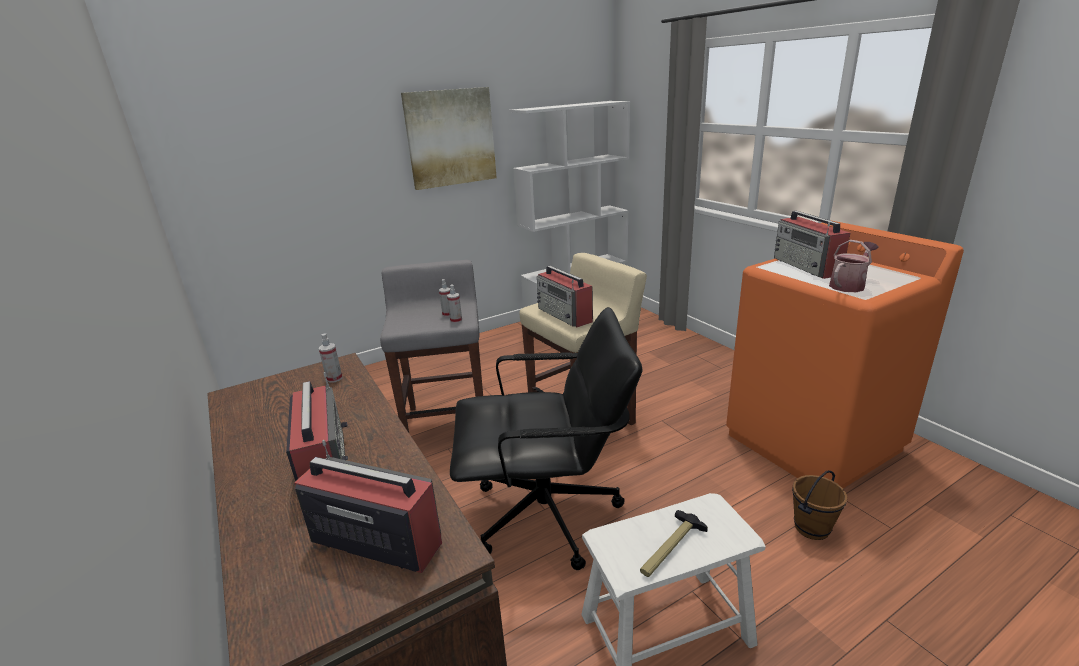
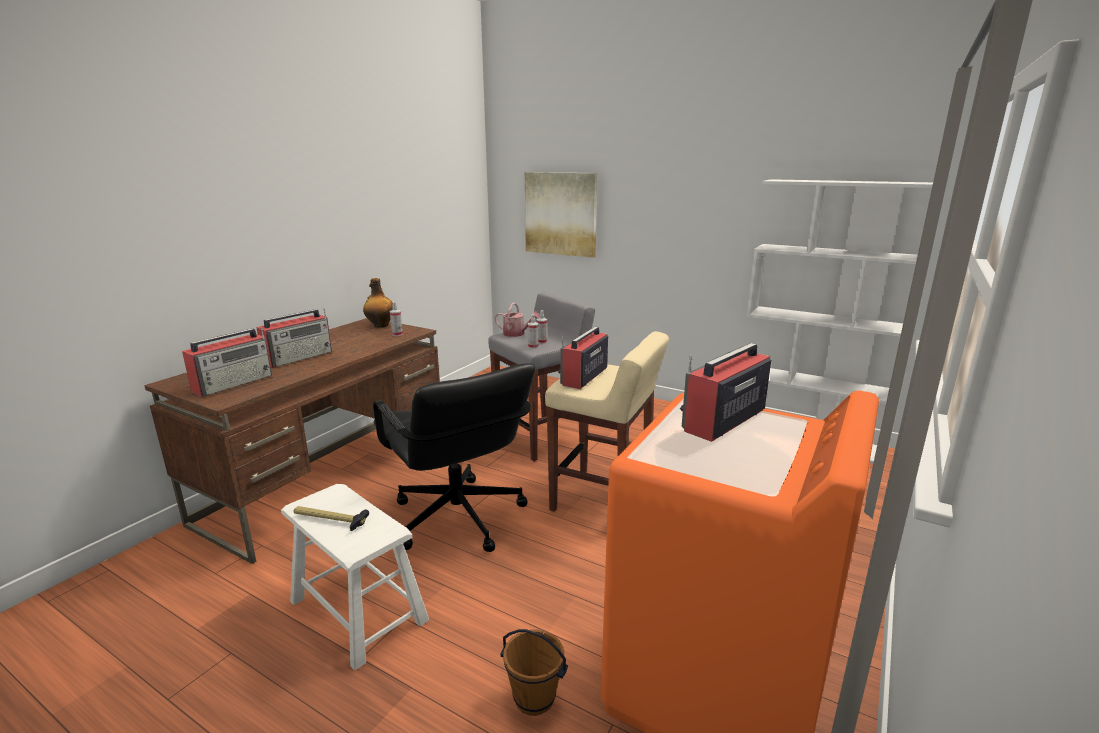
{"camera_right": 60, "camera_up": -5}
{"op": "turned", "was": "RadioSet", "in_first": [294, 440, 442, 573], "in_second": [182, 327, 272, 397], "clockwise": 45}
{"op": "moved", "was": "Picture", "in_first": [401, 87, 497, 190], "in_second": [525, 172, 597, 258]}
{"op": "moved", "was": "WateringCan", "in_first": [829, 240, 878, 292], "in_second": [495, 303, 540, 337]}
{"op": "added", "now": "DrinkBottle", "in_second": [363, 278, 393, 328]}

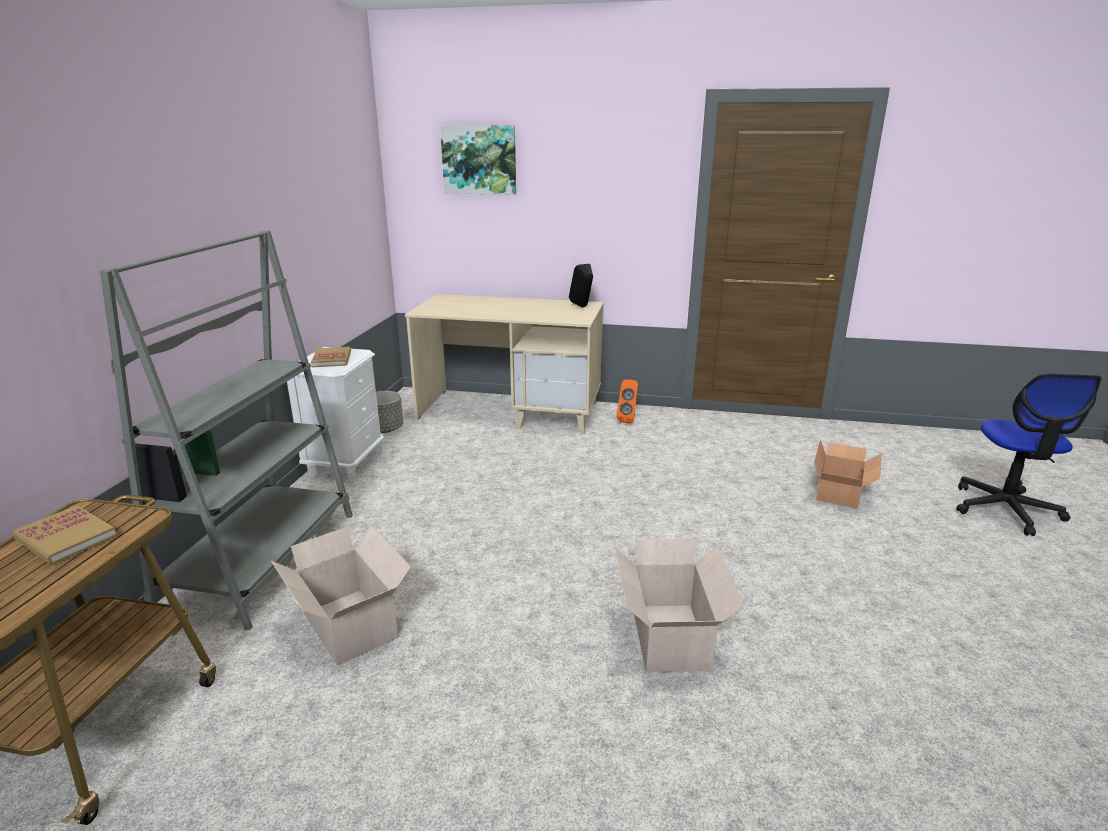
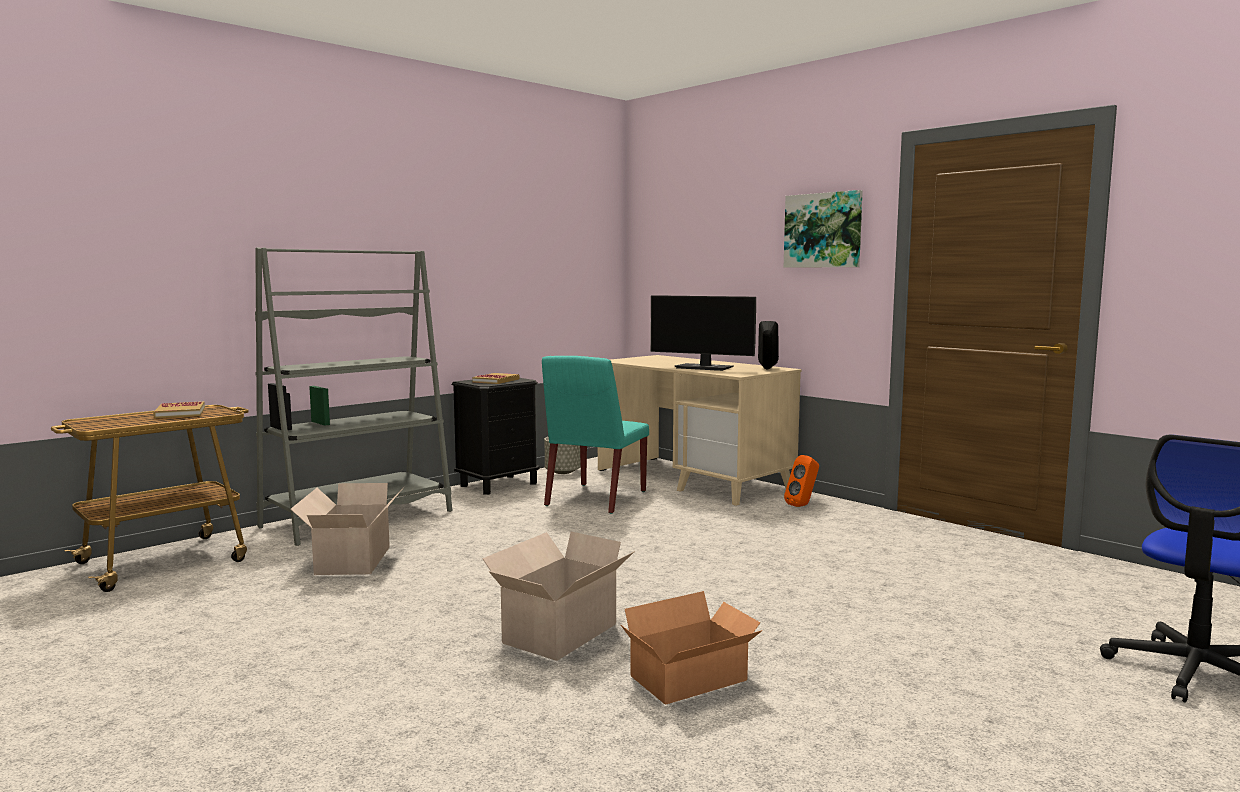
{"camera_right": 35, "camera_up": -15}
{"op": "recoloured", "was": "WhiteBedsideTable", "now": "BlackishBedsideTable", "in_first": [287, 347, 384, 482], "in_second": [452, 378, 539, 495]}
{"op": "moved", "was": "Picture", "in_first": [440, 125, 516, 195], "in_second": [784, 190, 863, 268]}
{"op": "moved", "was": "CardboardBox", "in_first": [814, 439, 882, 509], "in_second": [621, 591, 763, 705]}
{"op": "added", "now": "TurquoisePlainChair", "in_second": [542, 356, 649, 514]}
{"op": "added", "now": "ComputerDisplay", "in_second": [650, 295, 756, 371]}

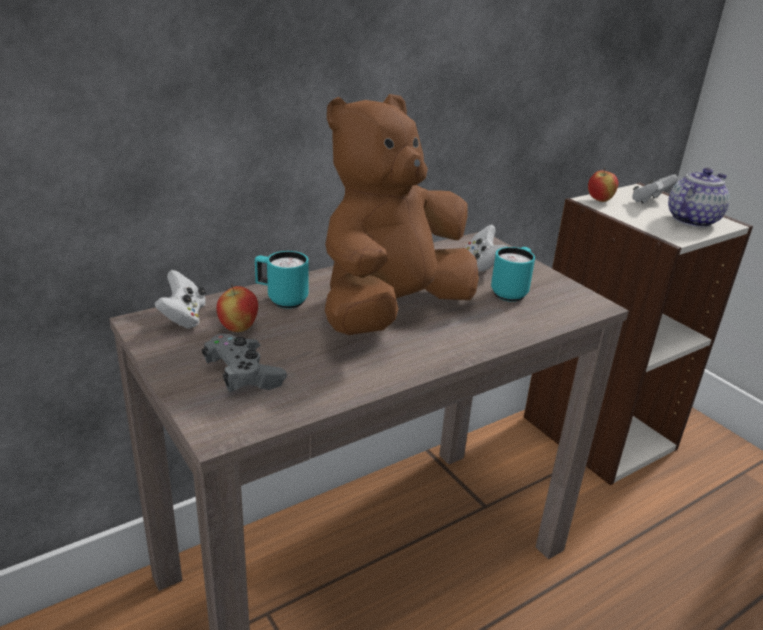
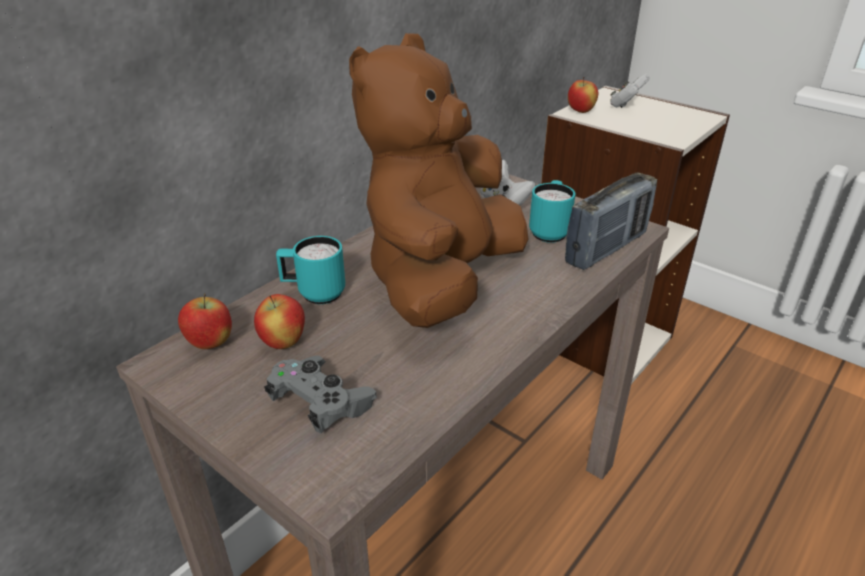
{"camera_right": -15, "camera_up": 5}
{"op": "replaced", "was": "WhiteGameController", "now": "AppleFruit", "in_first": [155, 270, 206, 328], "in_second": [178, 293, 232, 349]}
{"op": "removed", "was": "PotForTea", "in_first": [668, 168, 730, 228]}
{"op": "added", "now": "RadioSet", "in_second": [565, 173, 657, 270]}

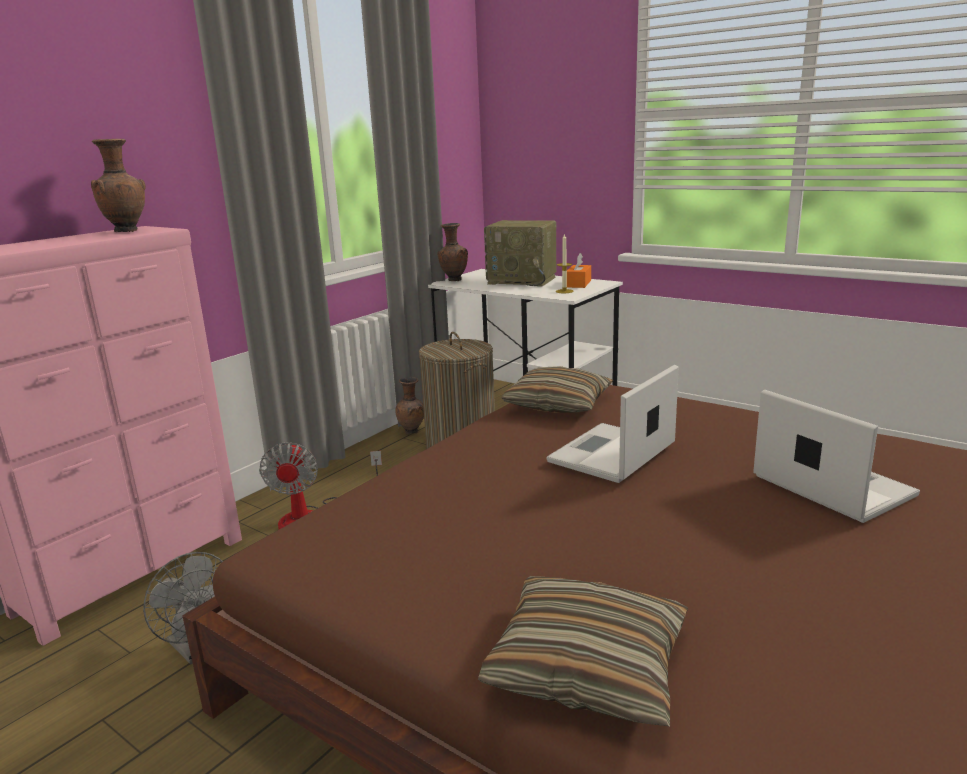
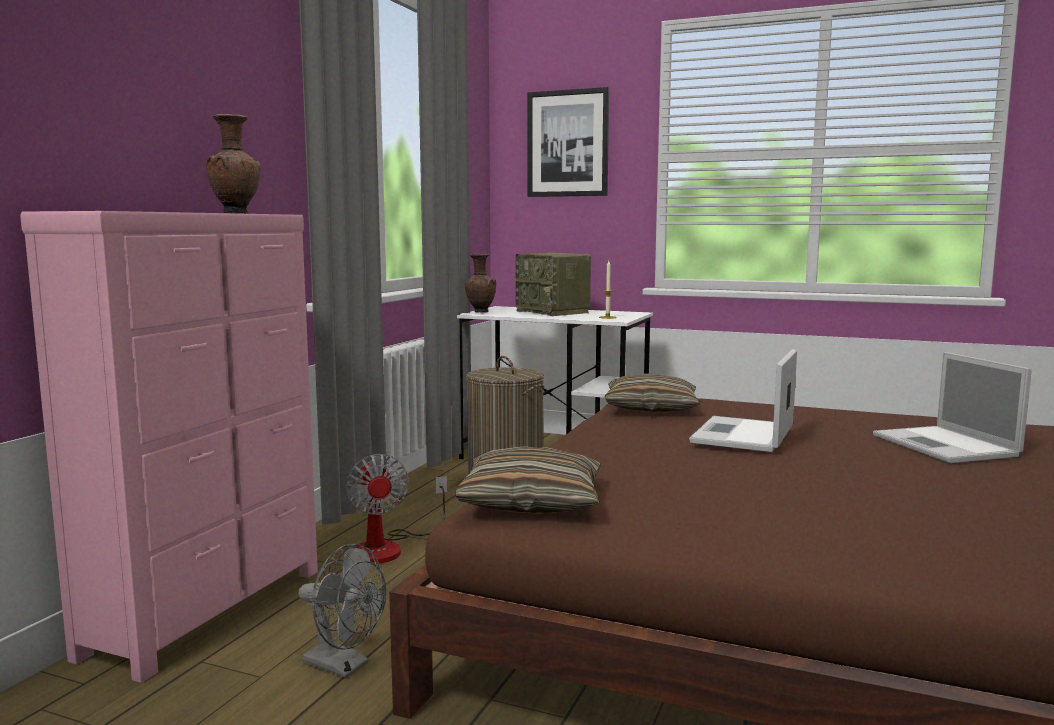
{"camera_right": -15, "camera_up": -10}
{"op": "removed", "was": "BrownDecorativeVase", "in_first": [395, 377, 424, 435]}
{"op": "moved", "was": "Cushion", "in_first": [478, 576, 688, 726], "in_second": [455, 446, 601, 514]}
{"op": "turned", "was": "RadioSet", "in_first": [484, 220, 556, 287], "in_second": [515, 253, 591, 316], "clockwise": 45}
{"op": "removed", "was": "OrangeyBoxOfTissues", "in_first": [567, 253, 591, 288]}
{"op": "turned", "was": "NotebookComputer", "in_first": [753, 390, 920, 523], "in_second": [873, 352, 1032, 463], "clockwise": -150}
{"op": "added", "now": "Picture", "in_second": [528, 87, 609, 197]}

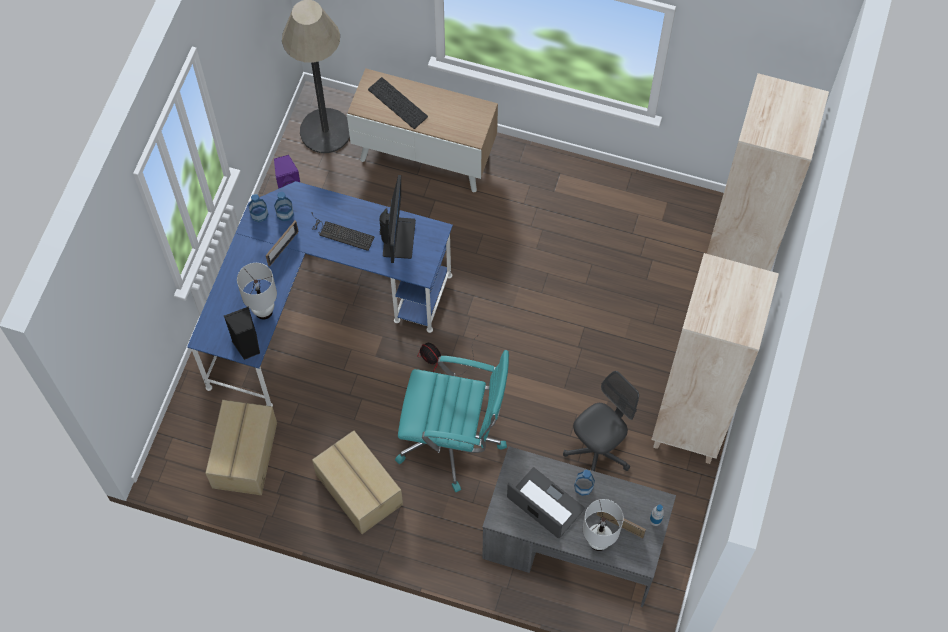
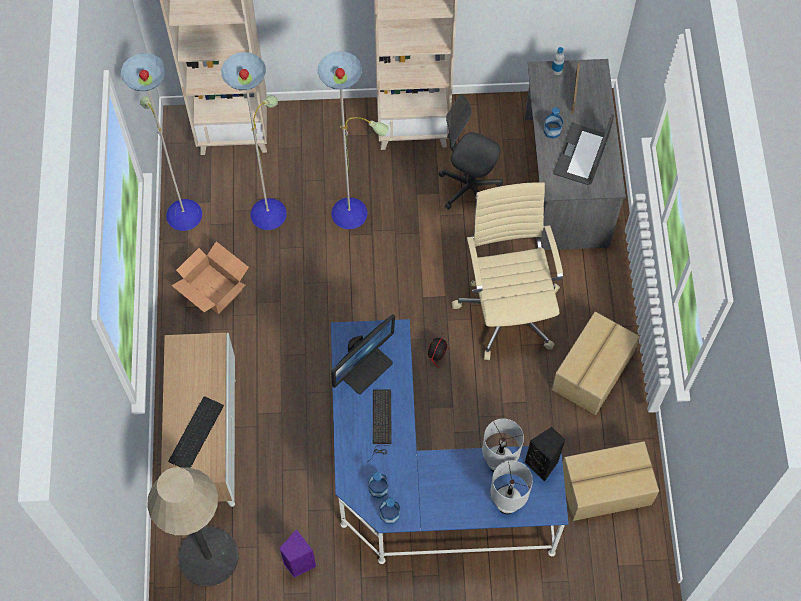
{"camera_right": -110, "camera_up": 0}
{"op": "removed", "was": "StandingFrame", "in_first": [266, 221, 299, 267]}
{"op": "turned", "was": "ComputerDisplay", "in_first": [379, 175, 416, 263], "in_second": [331, 314, 395, 394], "clockwise": 150}
{"op": "recoloured", "was": "TurquoiseComputerChair", "now": "BeigeColouredComputerChair", "in_first": [395, 350, 509, 492], "in_second": [452, 182, 563, 360]}
{"op": "moved", "was": "WhiteTableLamp", "in_first": [583, 499, 624, 551], "in_second": [490, 461, 533, 514]}
{"op": "added", "now": "StandingLamp", "in_second": [121, 51, 389, 231]}
{"op": "added", "now": "CardboardBox", "in_second": [171, 241, 249, 314]}

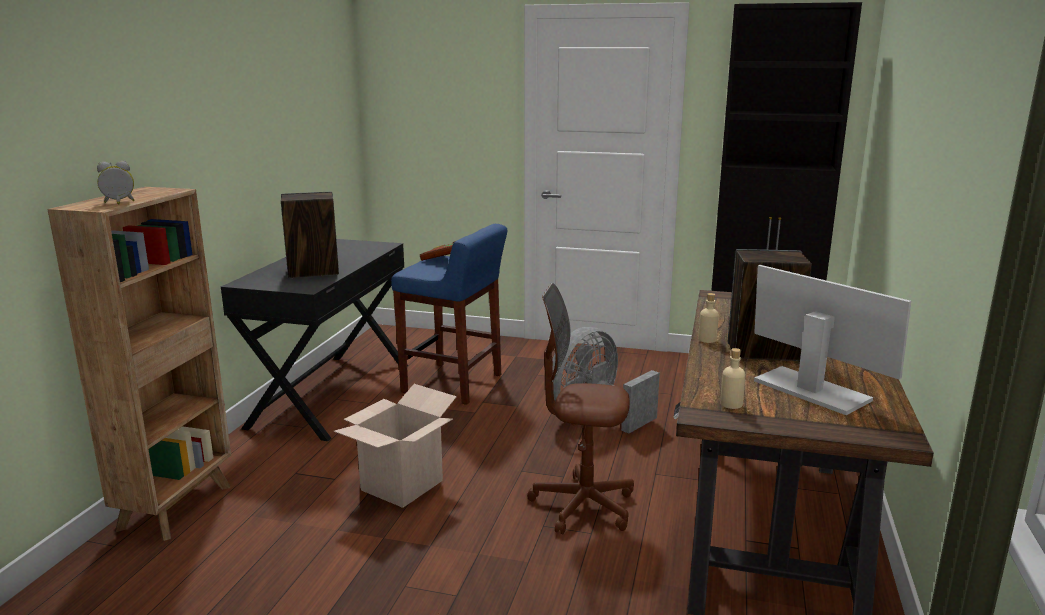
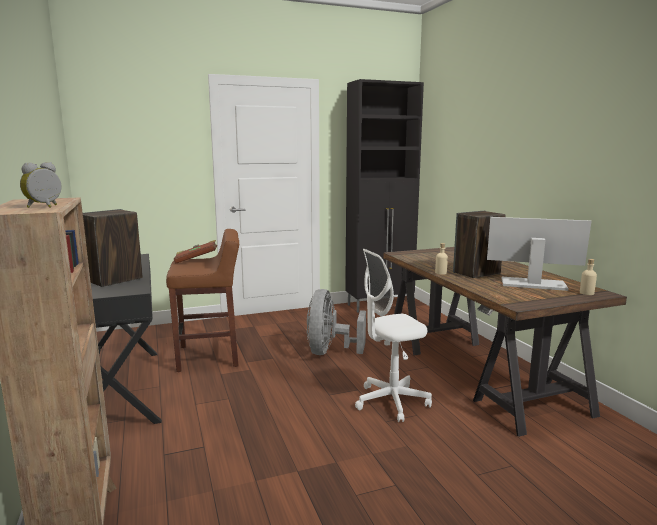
{"camera_right": -35, "camera_up": -5}
{"op": "removed", "was": "CardboardBox", "in_first": [333, 384, 457, 508]}
{"op": "recoloured", "was": "BlueColouredStoolSeat", "now": "BrownStoolSeat", "in_first": [391, 224, 507, 405], "in_second": [166, 229, 239, 372]}
{"op": "recoloured", "was": "BrownComputerChair", "now": "WhiteComputerChair", "in_first": [527, 283, 634, 534], "in_second": [355, 249, 432, 422]}
{"op": "moved", "was": "BeigeColouredDrinkBottle", "in_first": [720, 348, 746, 409], "in_second": [580, 259, 597, 295]}

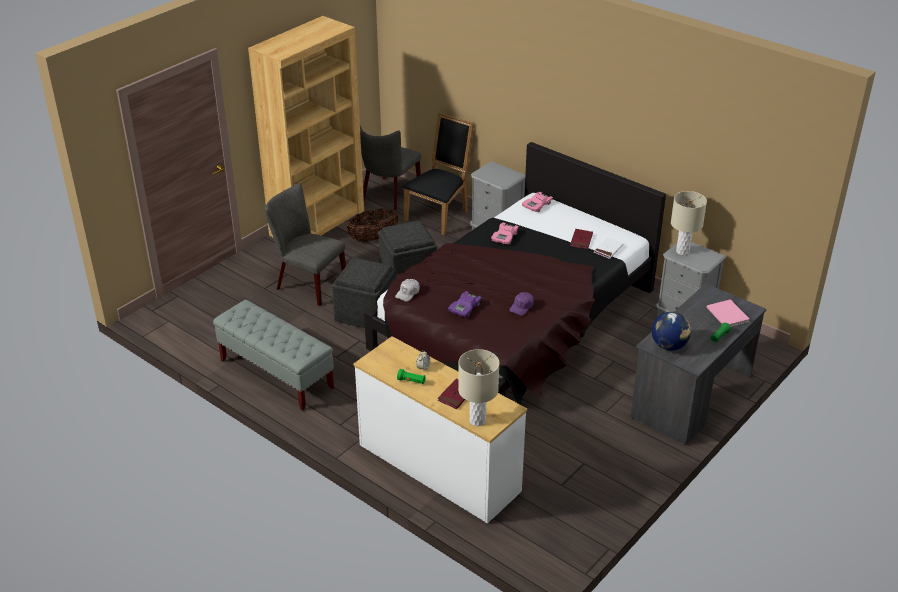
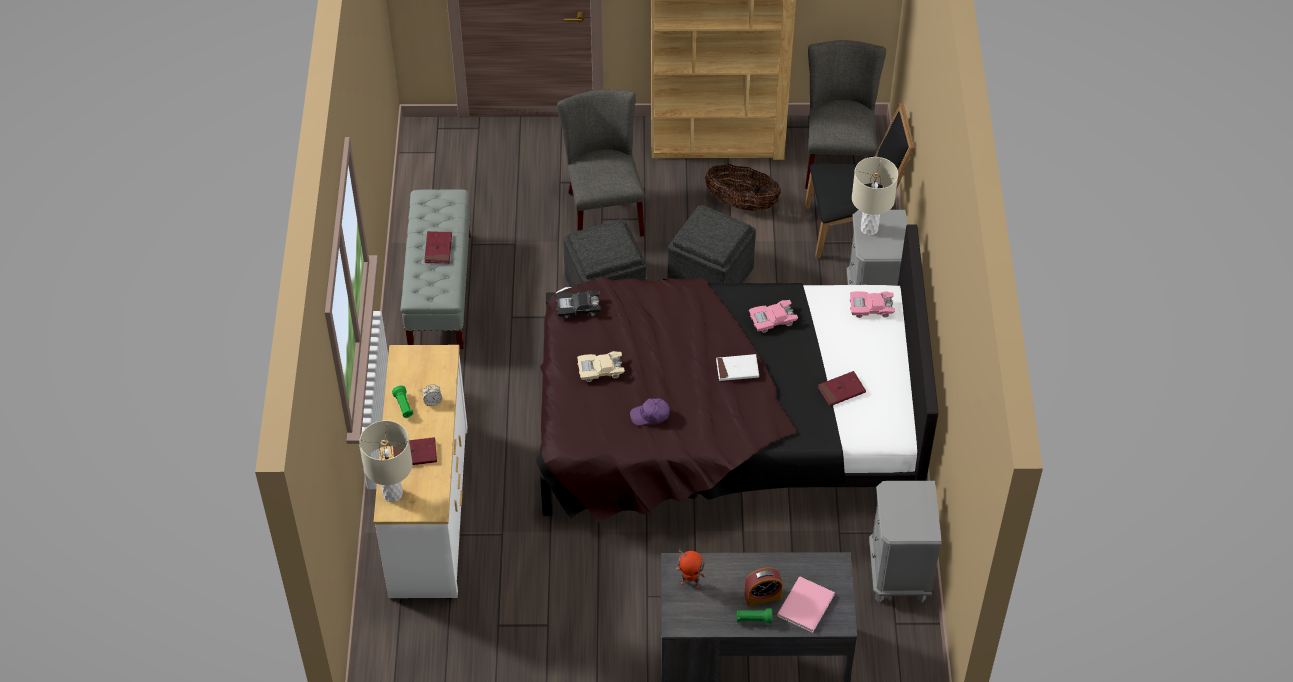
{"camera_right": 50, "camera_up": 15}
{"op": "turned", "was": "GrayPlainChair", "in_first": [360, 126, 421, 210], "in_second": [805, 40, 886, 189], "clockwise": 105}
{"op": "replaced", "was": "WhitePeakedCap", "now": "BlackishModelCar", "in_first": [395, 279, 420, 302], "in_second": [556, 290, 601, 319]}
{"op": "recoloured", "was": "PurplishModelCar", "now": "BeigeColouredModelCar", "in_first": [448, 291, 482, 317], "in_second": [577, 351, 625, 382]}
{"op": "moved", "was": "WhiteVolume", "in_first": [594, 237, 623, 259], "in_second": [716, 354, 759, 381]}
{"op": "replaced", "was": "WorldGlobe", "now": "ModelRobot", "in_first": [652, 312, 691, 351], "in_second": [676, 549, 706, 588]}
{"op": "moved", "was": "BeigeColouredTableLamp", "in_first": [671, 191, 707, 255], "in_second": [852, 157, 898, 235]}
{"op": "added", "now": "RedColouredVolume", "in_second": [424, 231, 452, 264]}
{"op": "added", "now": "TableClock", "in_second": [744, 567, 783, 606]}

